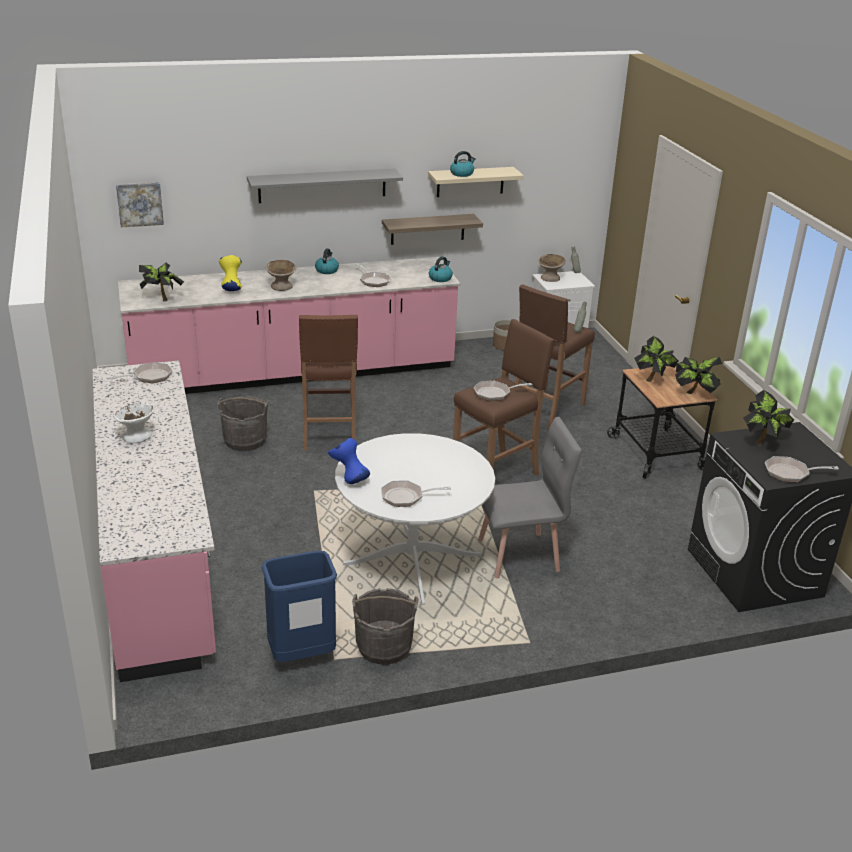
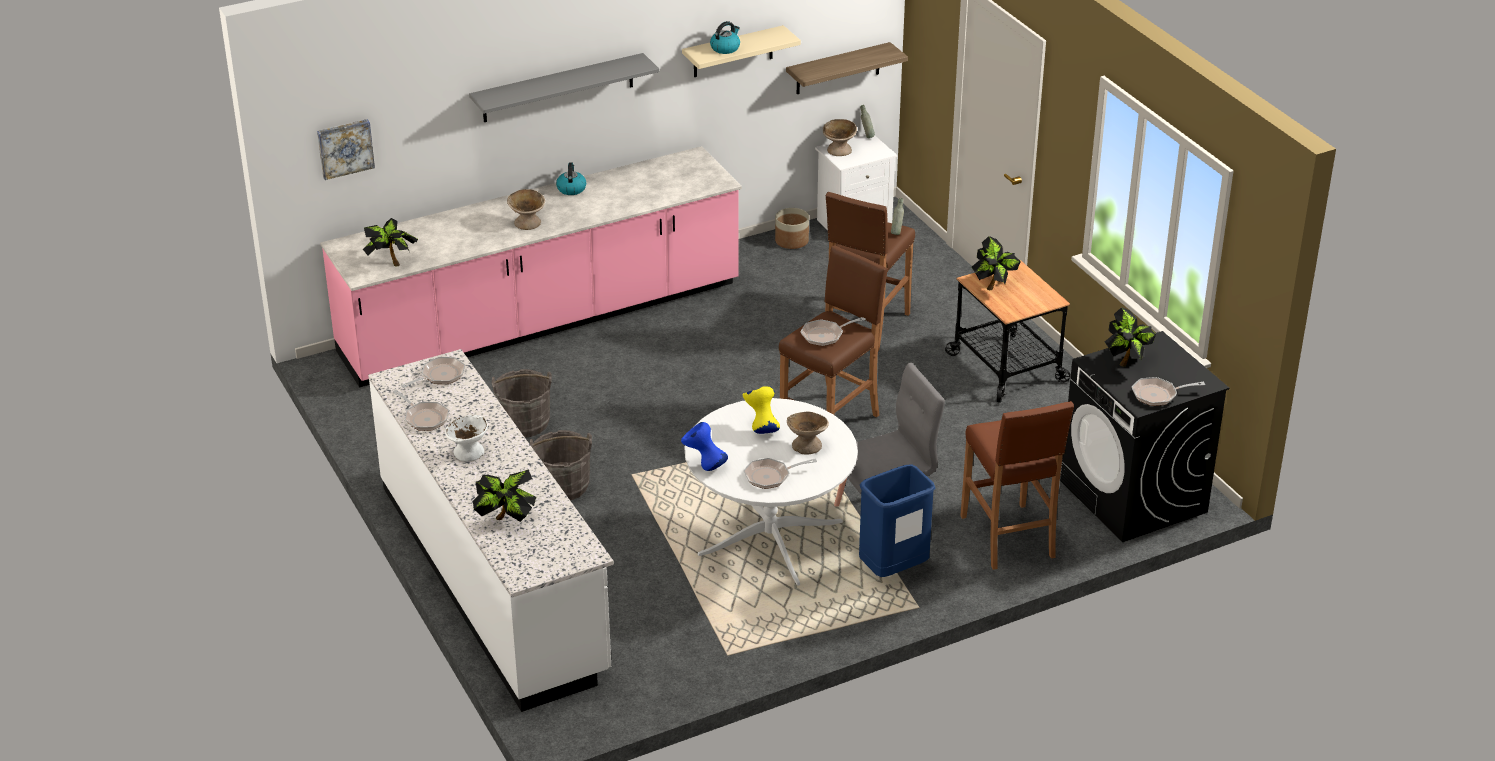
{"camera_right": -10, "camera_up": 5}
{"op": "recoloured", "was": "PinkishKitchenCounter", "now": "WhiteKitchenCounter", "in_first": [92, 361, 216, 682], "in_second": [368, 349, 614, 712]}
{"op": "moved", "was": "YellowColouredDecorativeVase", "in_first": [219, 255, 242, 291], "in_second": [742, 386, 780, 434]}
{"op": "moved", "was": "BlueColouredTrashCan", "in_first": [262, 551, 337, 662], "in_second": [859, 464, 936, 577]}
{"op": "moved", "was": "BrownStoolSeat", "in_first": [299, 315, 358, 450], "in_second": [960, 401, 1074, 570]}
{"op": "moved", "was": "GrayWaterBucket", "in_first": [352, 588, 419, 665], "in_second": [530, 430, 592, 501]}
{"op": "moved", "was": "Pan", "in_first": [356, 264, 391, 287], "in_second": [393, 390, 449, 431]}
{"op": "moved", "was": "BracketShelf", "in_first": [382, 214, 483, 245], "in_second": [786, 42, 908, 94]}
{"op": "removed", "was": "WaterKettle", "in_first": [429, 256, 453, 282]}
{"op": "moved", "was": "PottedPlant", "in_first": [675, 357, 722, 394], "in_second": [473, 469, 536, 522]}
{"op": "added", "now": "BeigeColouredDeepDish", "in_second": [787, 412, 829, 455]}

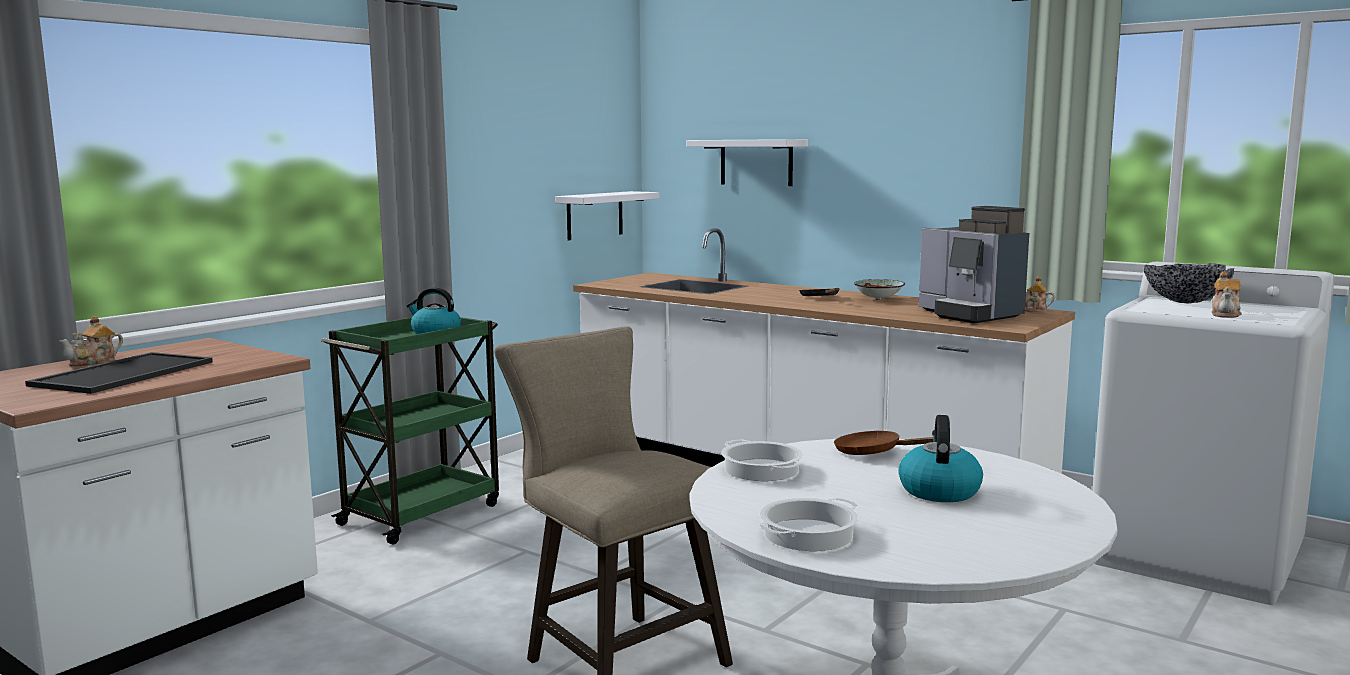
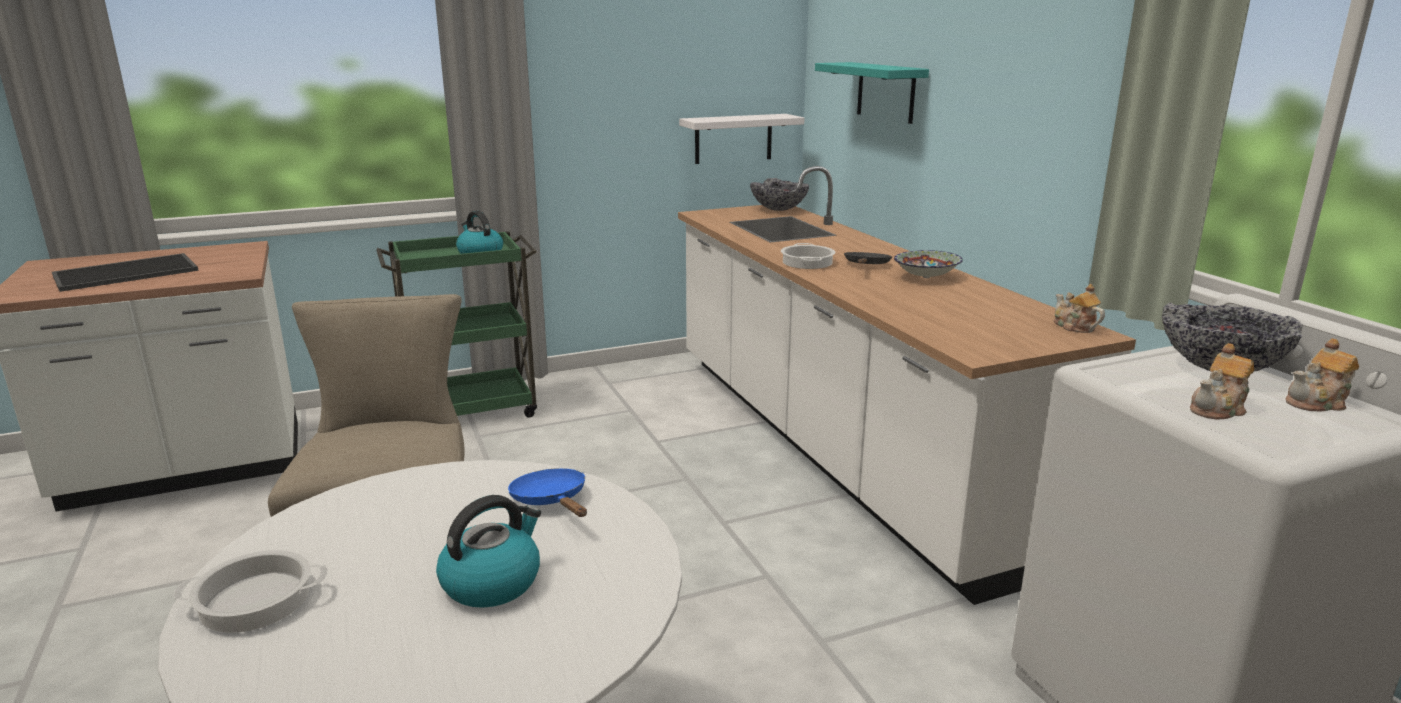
{"camera_right": 30, "camera_up": 10}
{"op": "moved", "was": "PotForTea", "in_first": [59, 316, 123, 366], "in_second": [1285, 339, 1359, 411]}
{"op": "recoloured", "was": "WhiteBracketShelf", "now": "TurquoiseBracketShelf", "in_first": [686, 139, 808, 186], "in_second": [815, 62, 929, 124]}
{"op": "moved", "was": "CookingPot", "in_first": [721, 440, 803, 481], "in_second": [781, 243, 836, 269]}
{"op": "recoloured", "was": "BrownPan", "now": "BlueColouredPan", "in_first": [834, 430, 933, 455], "in_second": [508, 468, 587, 517]}
{"op": "removed", "was": "CoffeeMachine", "in_first": [919, 206, 1029, 324]}
{"op": "added", "now": "DeepDish", "in_second": [750, 178, 809, 211]}

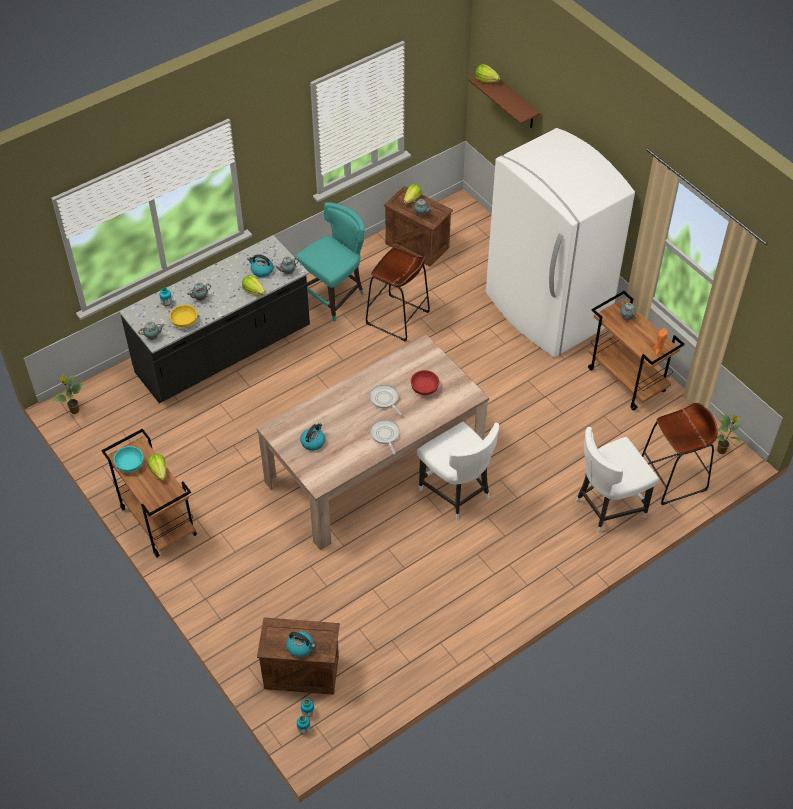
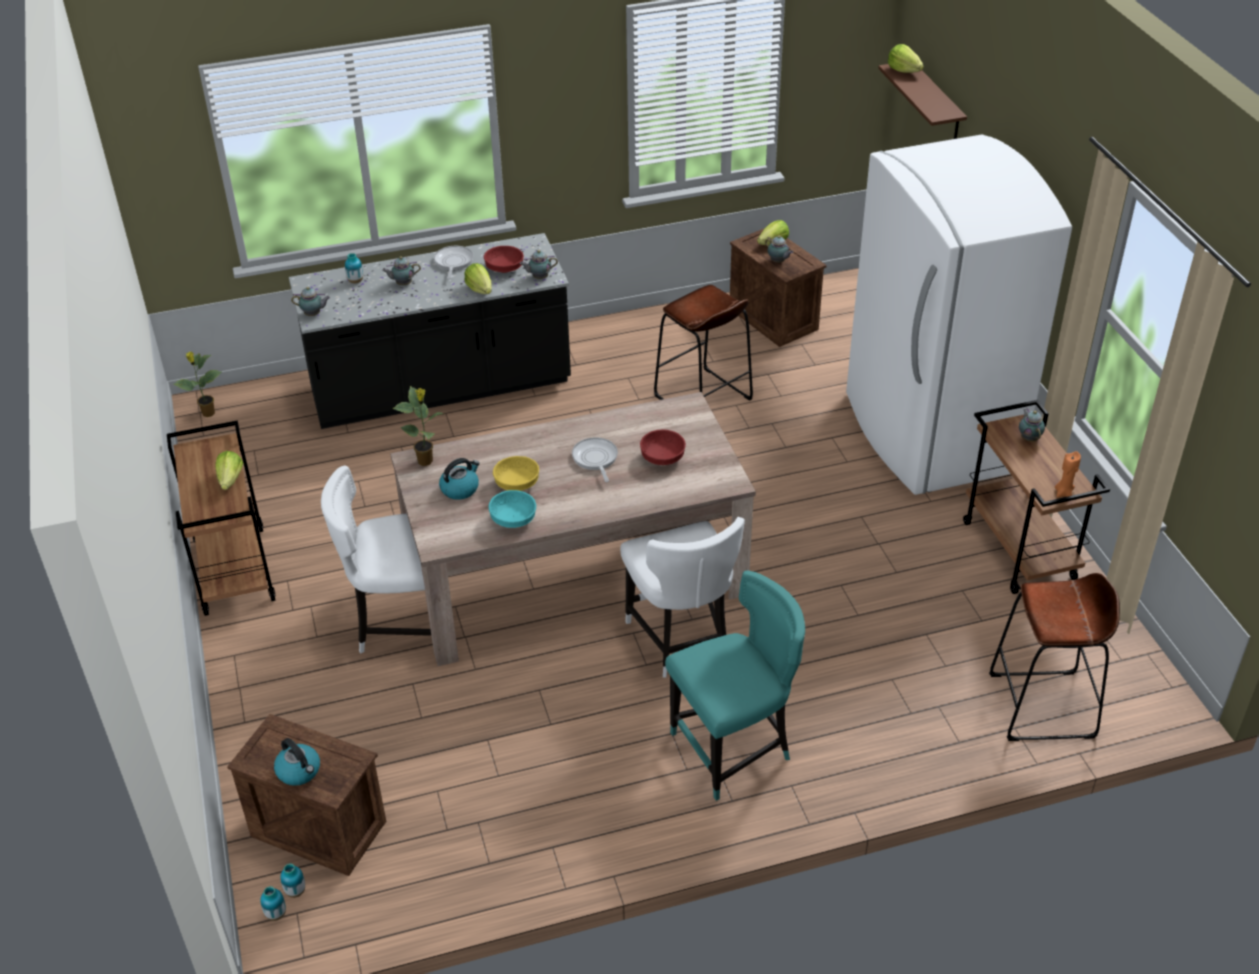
{"camera_right": 20, "camera_up": -10}
{"op": "moved", "was": "TurquoiseDeepDish", "in_first": [113, 446, 144, 472], "in_second": [488, 490, 536, 528]}
{"op": "moved", "was": "YellowColouredDeepDish", "in_first": [170, 305, 197, 328], "in_second": [493, 456, 539, 491]}
{"op": "replaced", "was": "WaterKettle", "now": "RedColouredDeepDish", "in_first": [247, 254, 273, 277], "in_second": [484, 246, 524, 273]}
{"op": "moved", "was": "TurquoisePlainChair", "in_first": [295, 202, 364, 322], "in_second": [665, 570, 805, 801]}
{"op": "moved", "was": "Pan", "in_first": [370, 419, 400, 455], "in_second": [434, 246, 473, 279]}
{"op": "moved", "was": "WhitePlainChair", "in_first": [575, 427, 659, 533], "in_second": [321, 466, 431, 654]}
{"op": "moved", "was": "PottedPlant", "in_first": [717, 414, 742, 454], "in_second": [392, 386, 443, 466]}

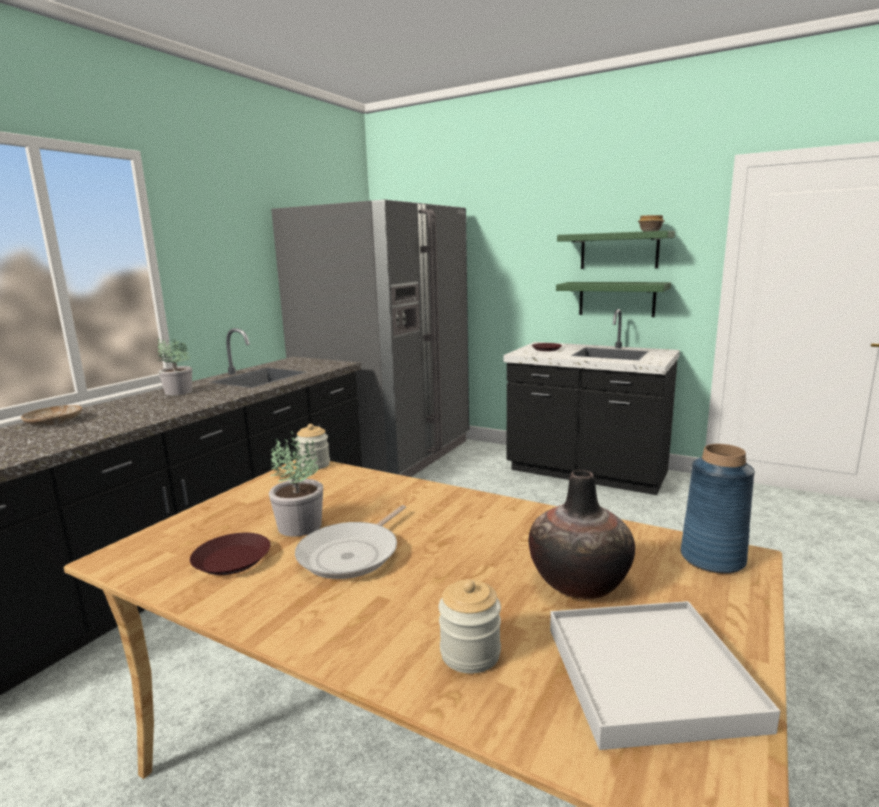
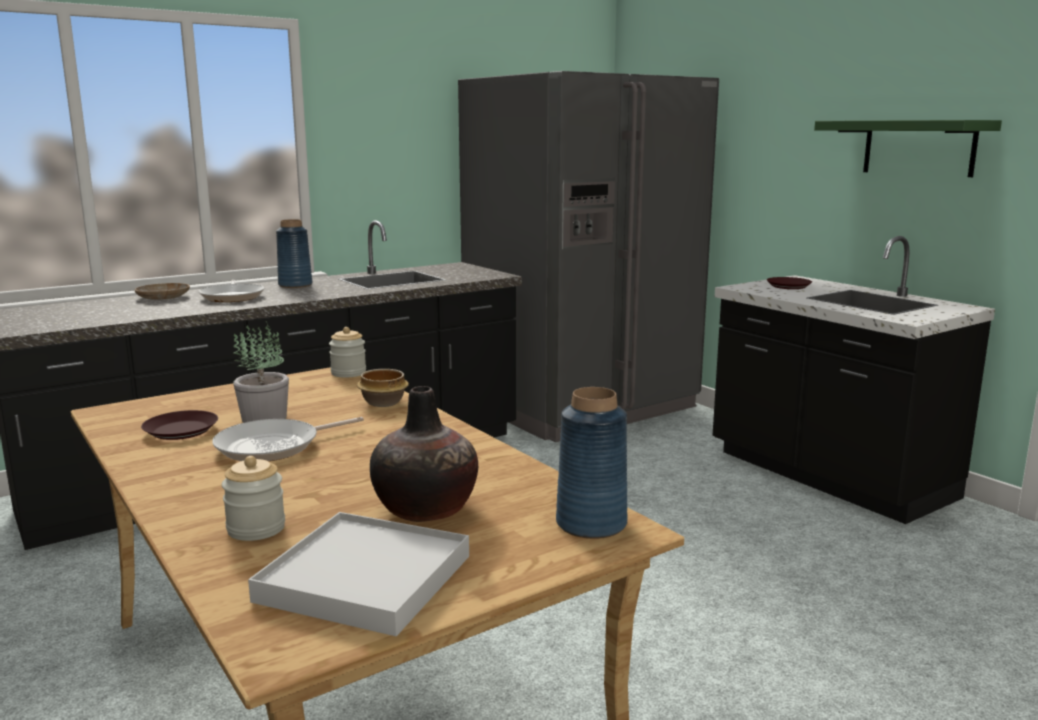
{"camera_right": 25, "camera_up": 0}
{"op": "replaced", "was": "PottedPlant", "now": "BlueColouredDecorativeVase", "in_first": [158, 338, 192, 396], "in_second": [276, 219, 312, 288]}
{"op": "removed", "was": "GreenColouredBracketShelf", "in_first": [556, 282, 671, 317]}
{"op": "moved", "was": "DeepDish", "in_first": [638, 215, 665, 231], "in_second": [357, 369, 409, 407]}
{"op": "added", "now": "Pan", "in_second": [199, 280, 264, 302]}

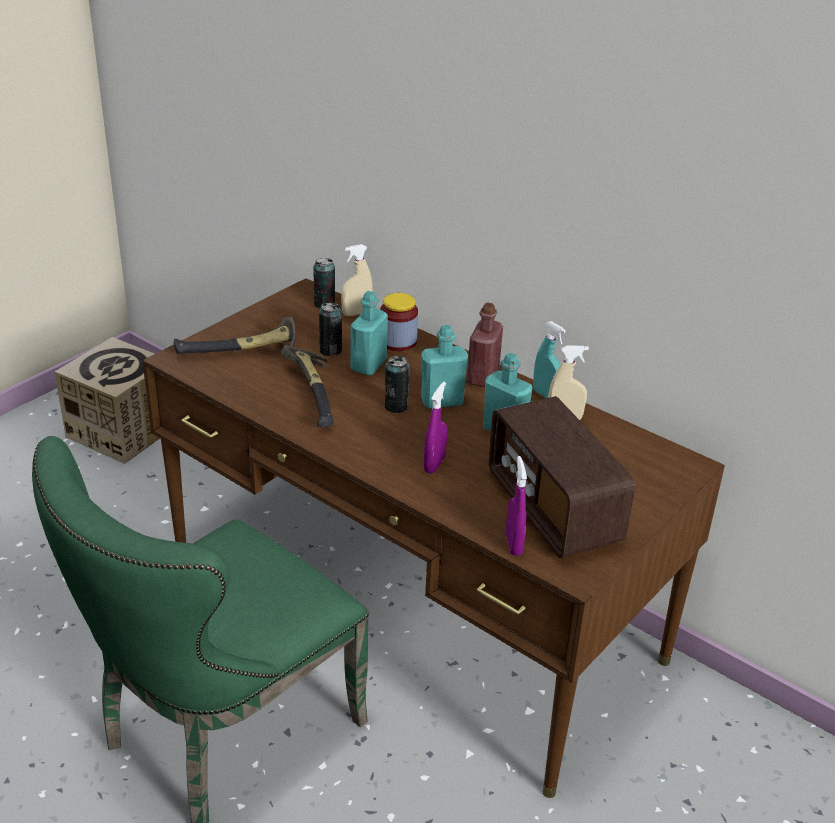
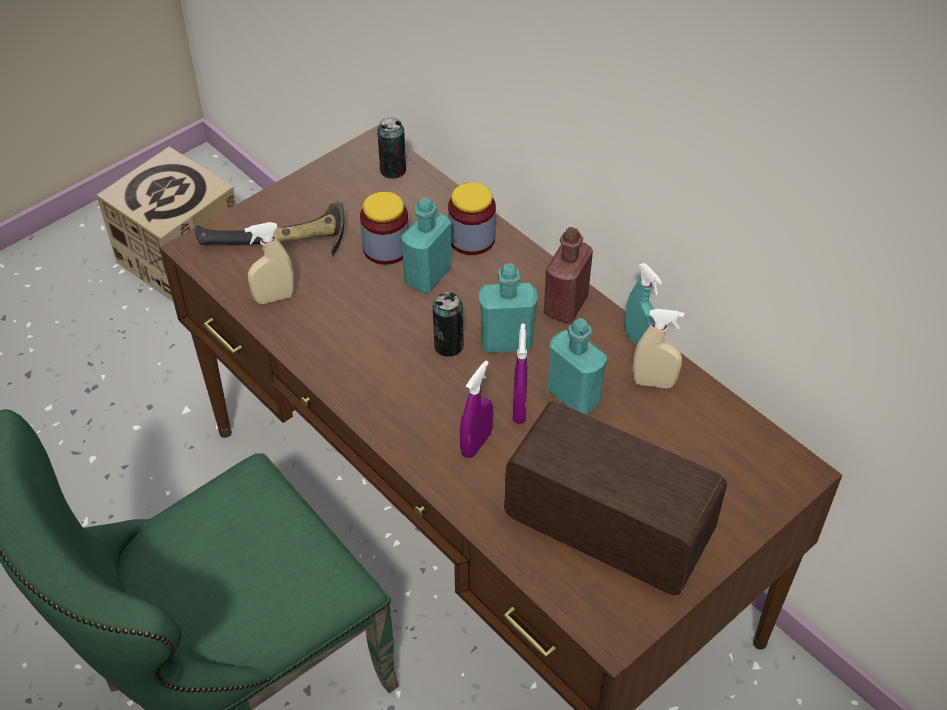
{"camera_right": 10, "camera_up": 15}
{"op": "removed", "was": "ToolHammer", "in_first": [281, 345, 334, 427]}
{"op": "replaced", "was": "MetalCan", "now": "Jar", "in_first": [319, 302, 342, 356], "in_second": [360, 192, 409, 265]}
{"op": "moved", "was": "BeigeColouredSprayBottle", "in_first": [341, 244, 373, 316], "in_second": [244, 222, 294, 304]}
{"op": "turned", "was": "RadioSet", "in_first": [488, 396, 635, 558], "in_second": [504, 401, 727, 595], "clockwise": 135}
{"op": "moved", "was": "PurplishSprayBottle", "in_first": [506, 456, 527, 556], "in_second": [513, 324, 527, 424]}

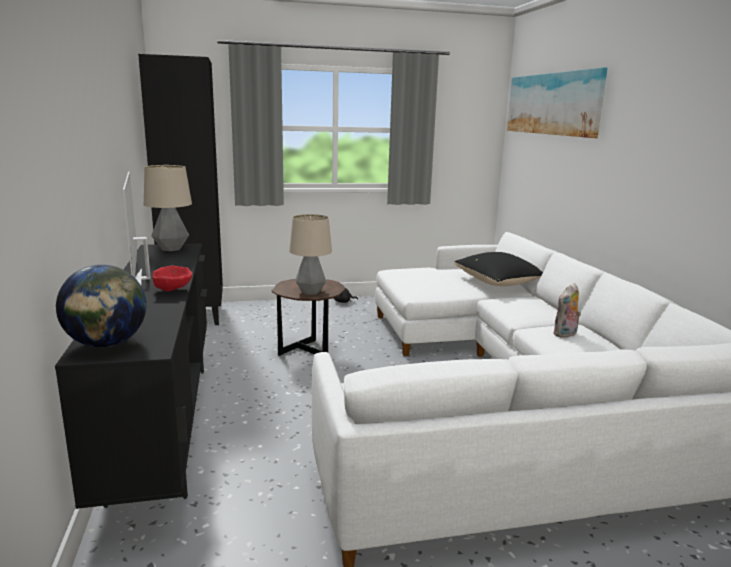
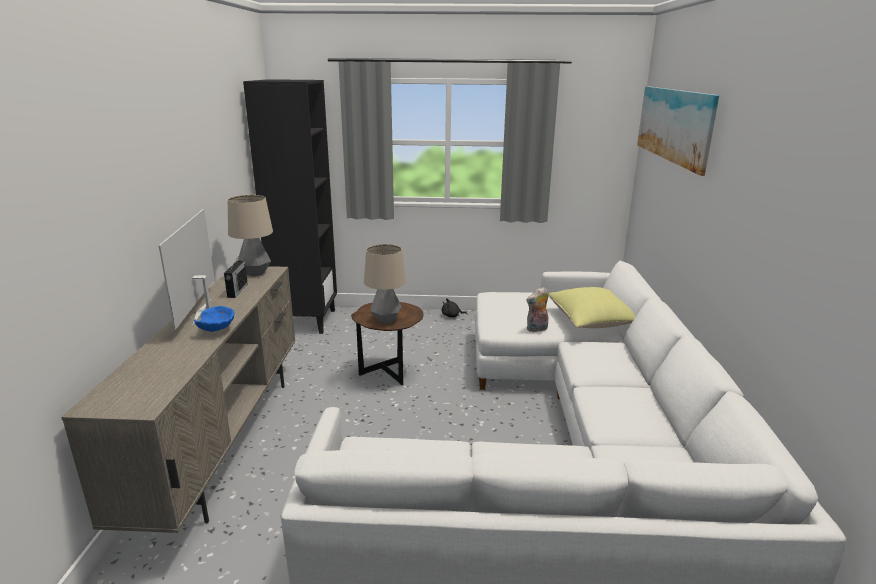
{"camera_right": 15, "camera_up": 5}
{"op": "recoloured", "was": "BlackishTvStand", "now": "BeigeColouredTvStand", "in_first": [55, 243, 207, 509], "in_second": [61, 266, 295, 533]}
{"op": "removed", "was": "WorldGlobe", "in_first": [56, 265, 146, 348]}
{"op": "recoloured", "was": "RedColouredDeepDish", "now": "BlueColouredDeepDish", "in_first": [152, 266, 192, 291], "in_second": [194, 306, 234, 332]}
{"op": "recoloured", "was": "BlackishCushion", "now": "YellowColouredCushion", "in_first": [454, 252, 543, 286], "in_second": [549, 287, 636, 328]}
{"op": "moved", "was": "PlushToy", "in_first": [553, 283, 581, 338], "in_second": [526, 287, 548, 332]}
{"op": "added", "now": "RadioSet", "in_second": [224, 255, 248, 298]}

